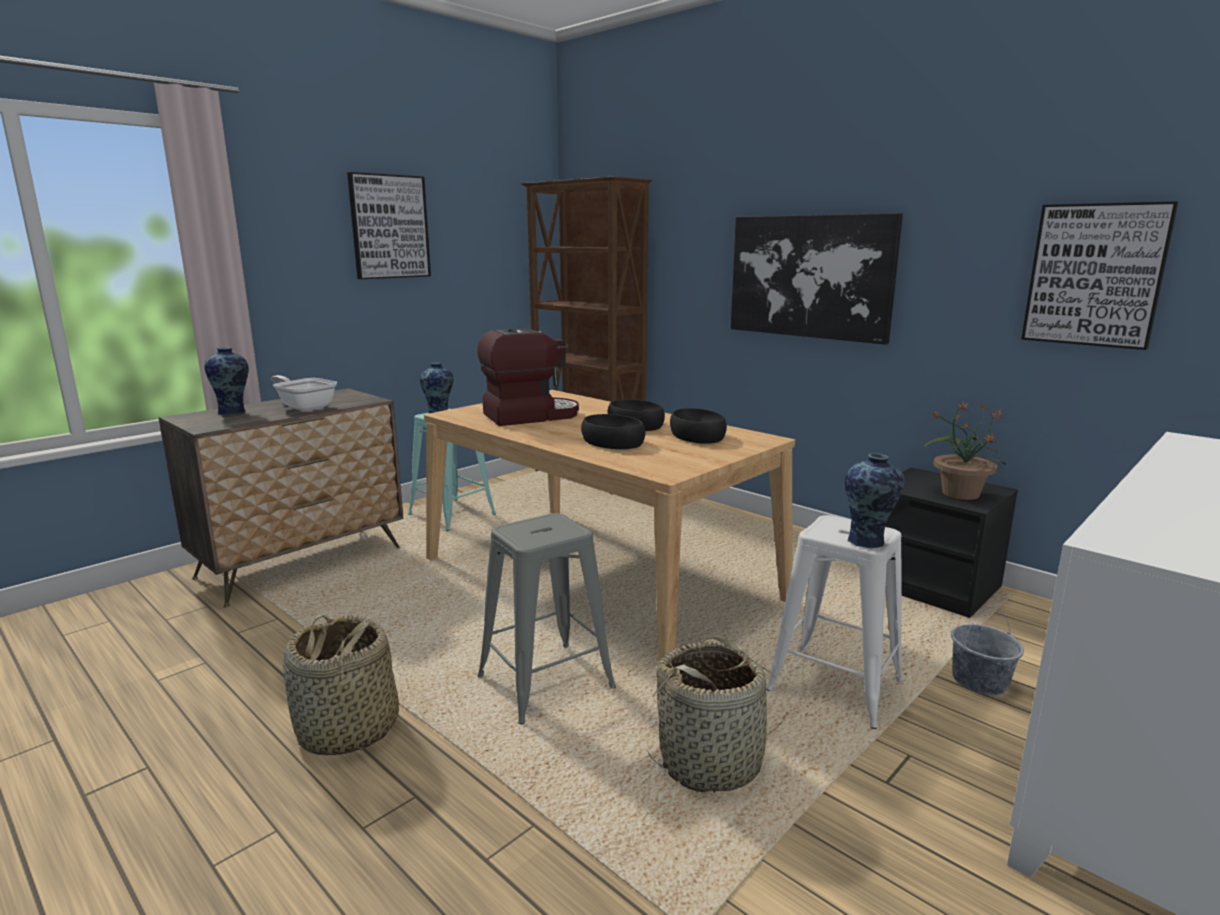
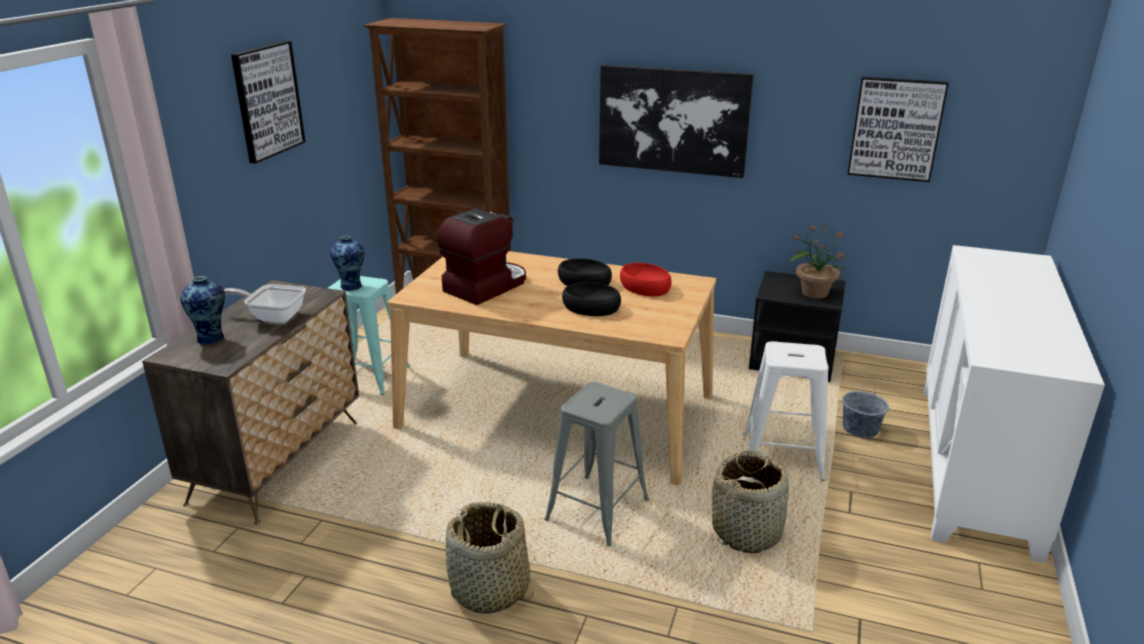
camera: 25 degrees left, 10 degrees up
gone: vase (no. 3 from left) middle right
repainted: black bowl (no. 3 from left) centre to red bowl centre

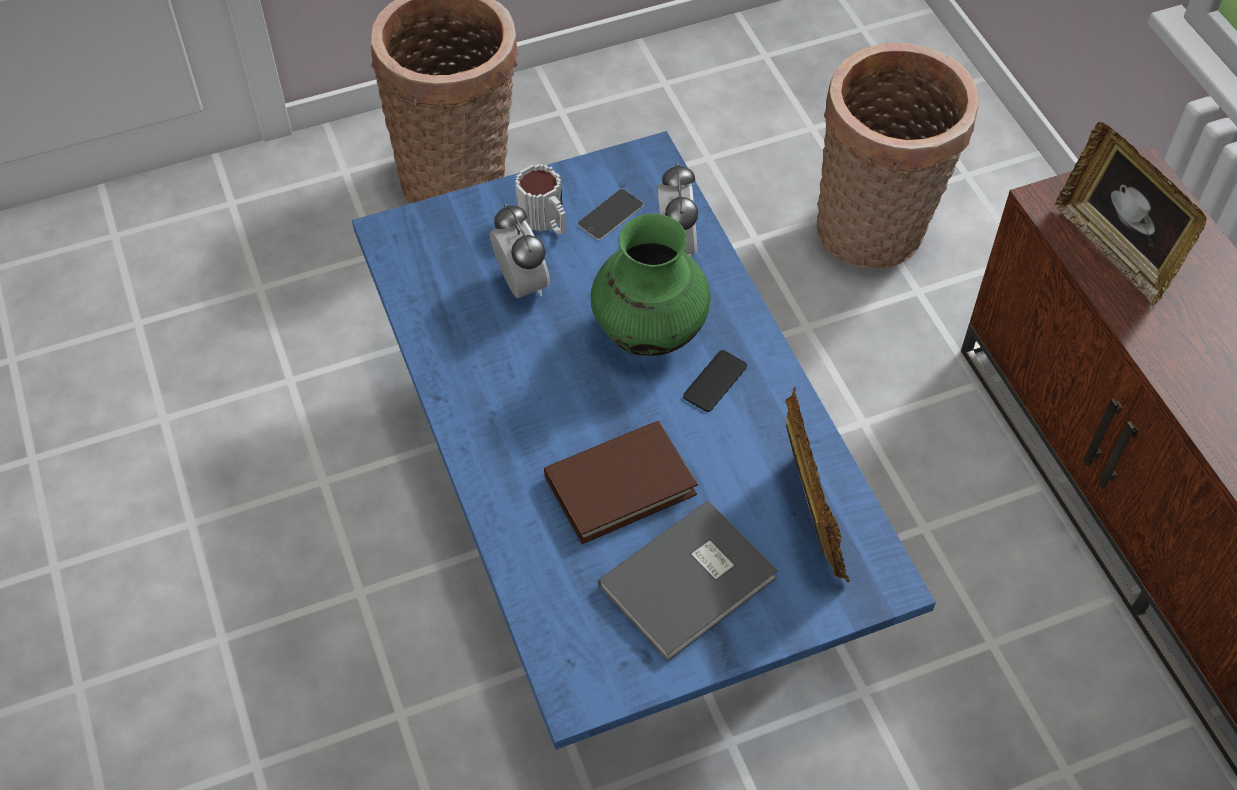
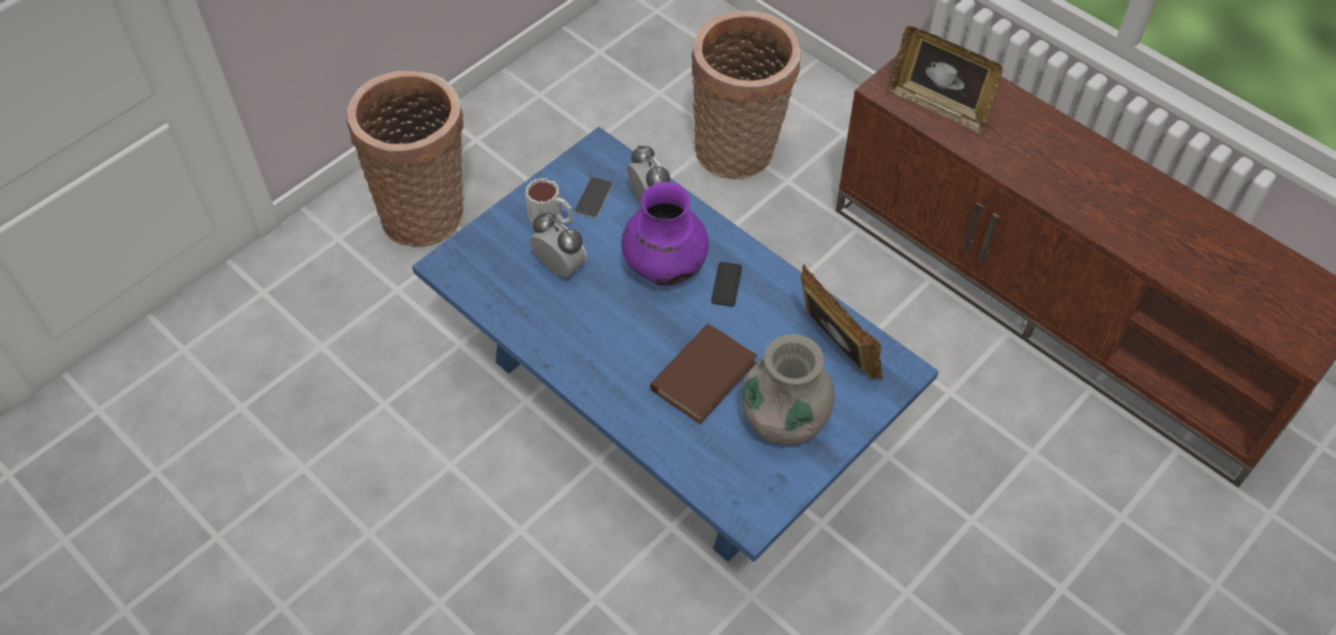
camera: 25 degrees left, 0 degrees up
swapped: grey book bottom centre to grey vase centre
repainted: green vase centre to purple vase centre

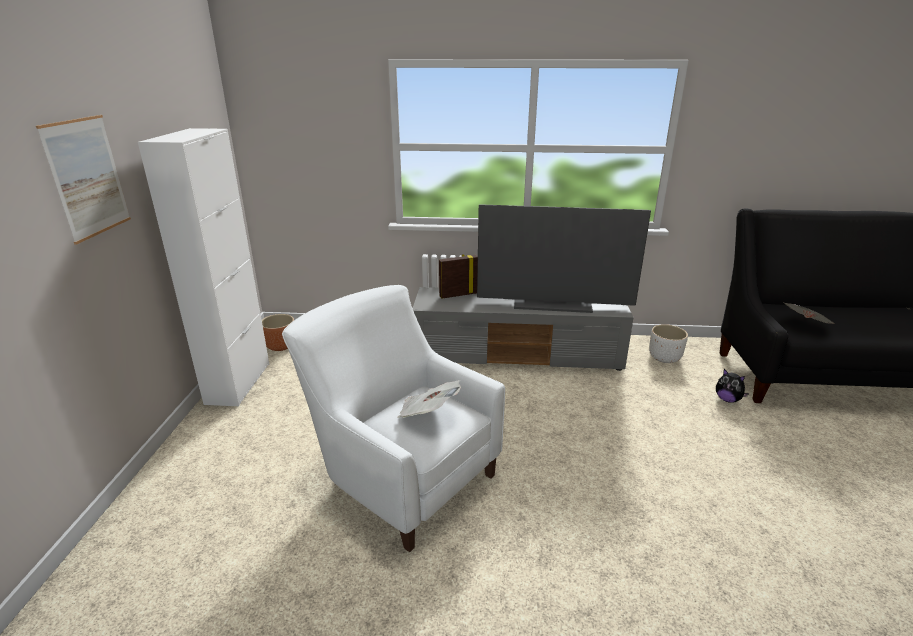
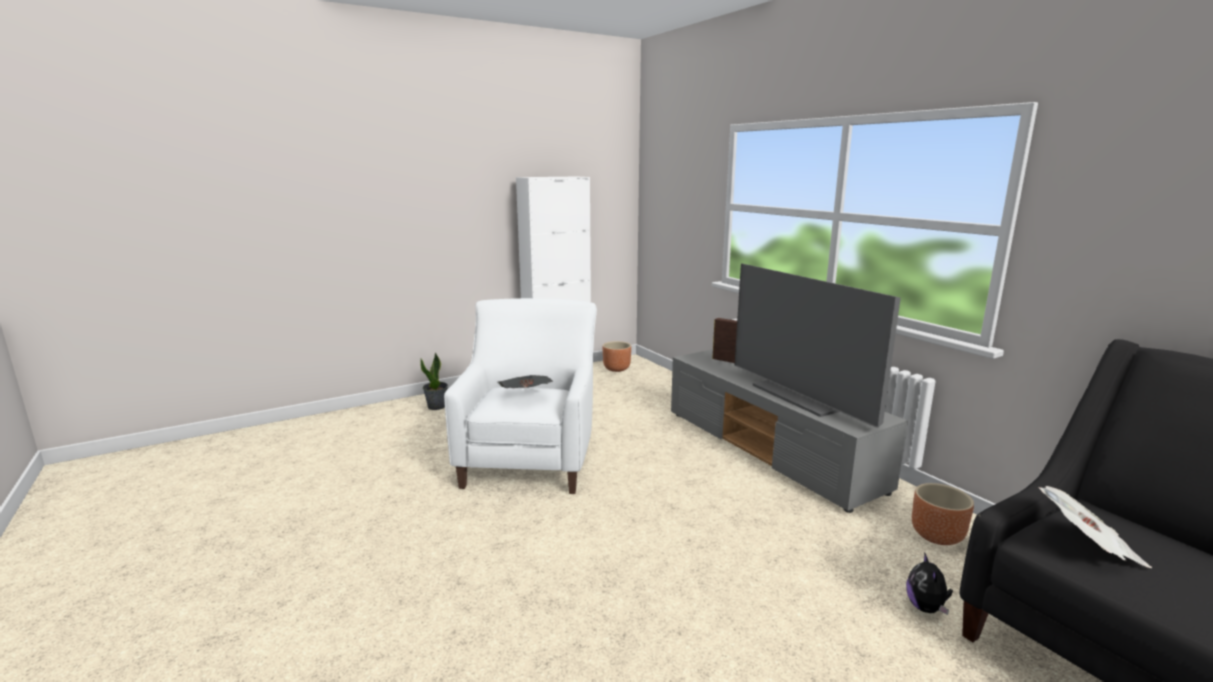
camera: 55 degrees right, 10 degrees down
gone: picture top left
new: potted plant centre
repainted: white planter middle right to brown planter (no. 2 from left) bottom right

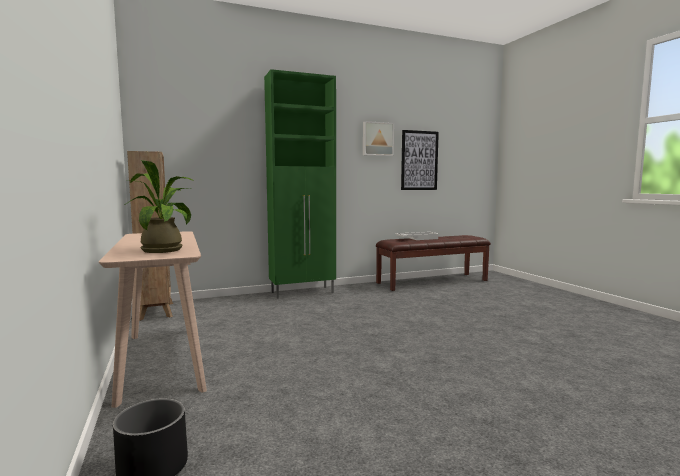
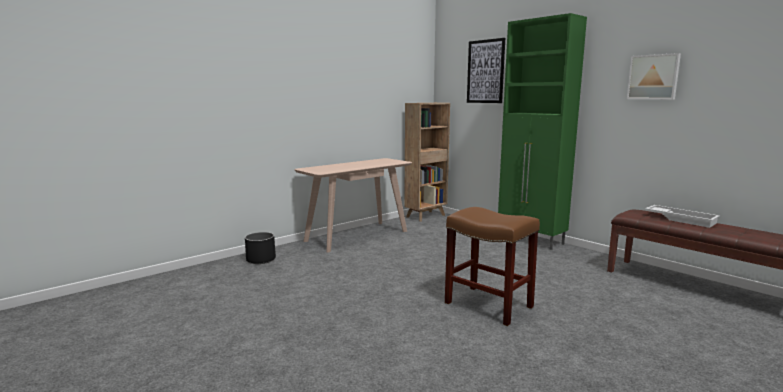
camera: 70 degrees right, 5 degrees up
gone: potted plant middle left
new: brown stool bottom centre
shifted: picture (no. 2 from left in the first image) centre to picture (no. 1 from left) top centre

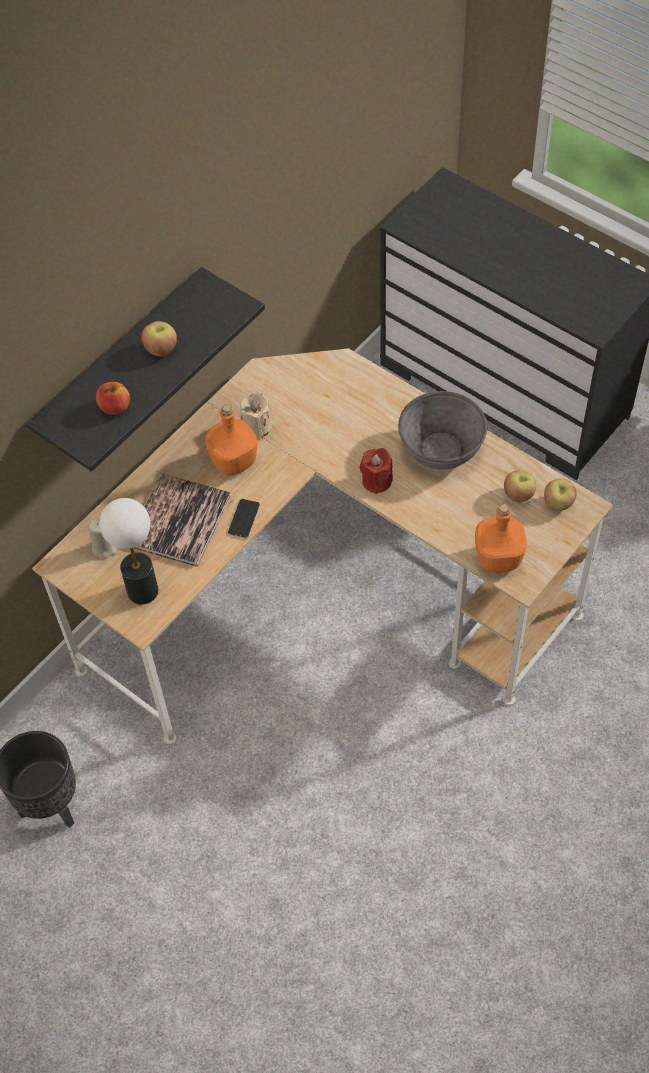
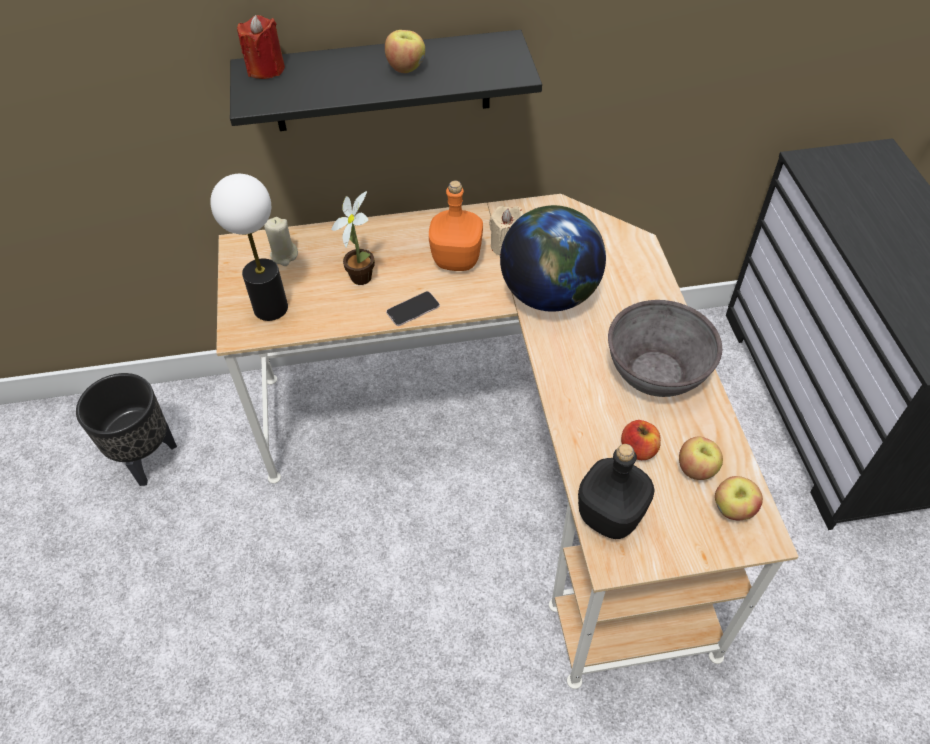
camera: 40 degrees right, 5 degrees down
new: globe centre
shifted: apple (no. 1 from left in the first image) middle left to apple (no. 2 from left) middle right; red candle centre to top left
swapped: book middle left to potted plant top centre
repainted: orange bottle (no. 2 from left) middle right to black bottle centre

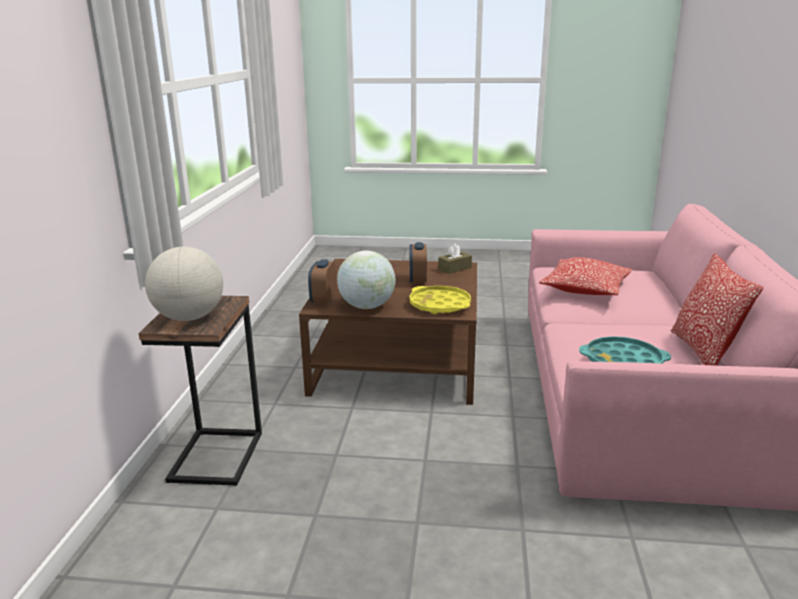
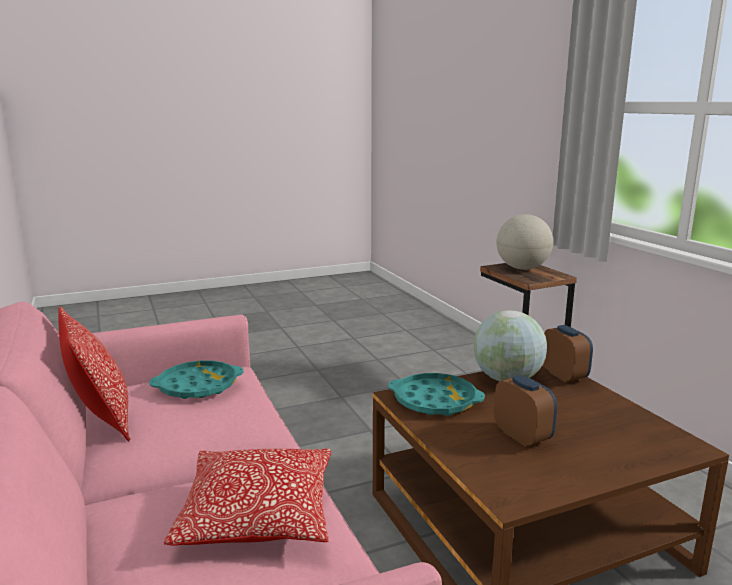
camera: 150 degrees right, 5 degrees down
gone: brown tissue box centre
repainted: yellow tray centre to turquoise tray (no. 2 from left) bottom centre

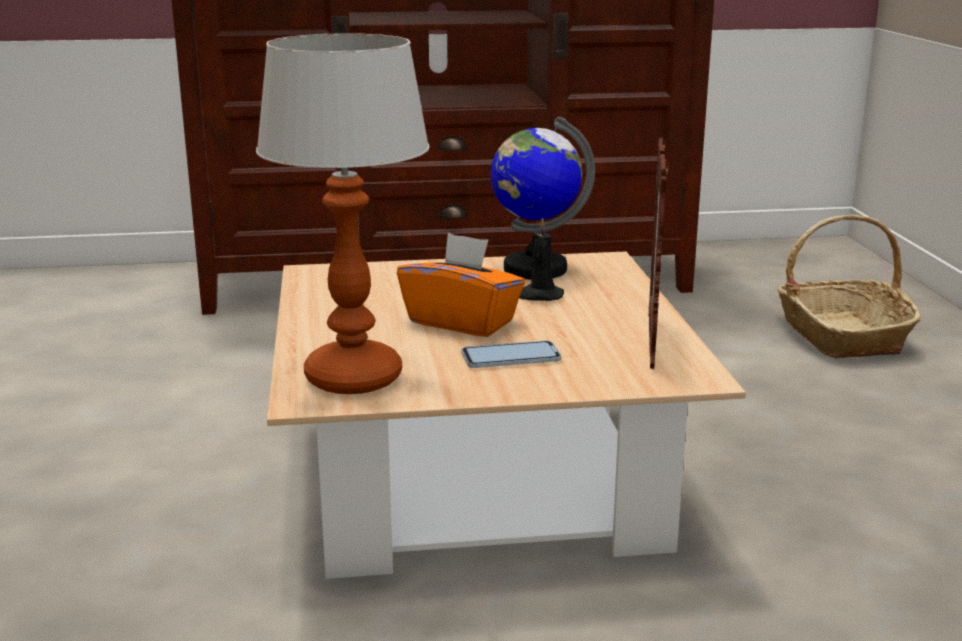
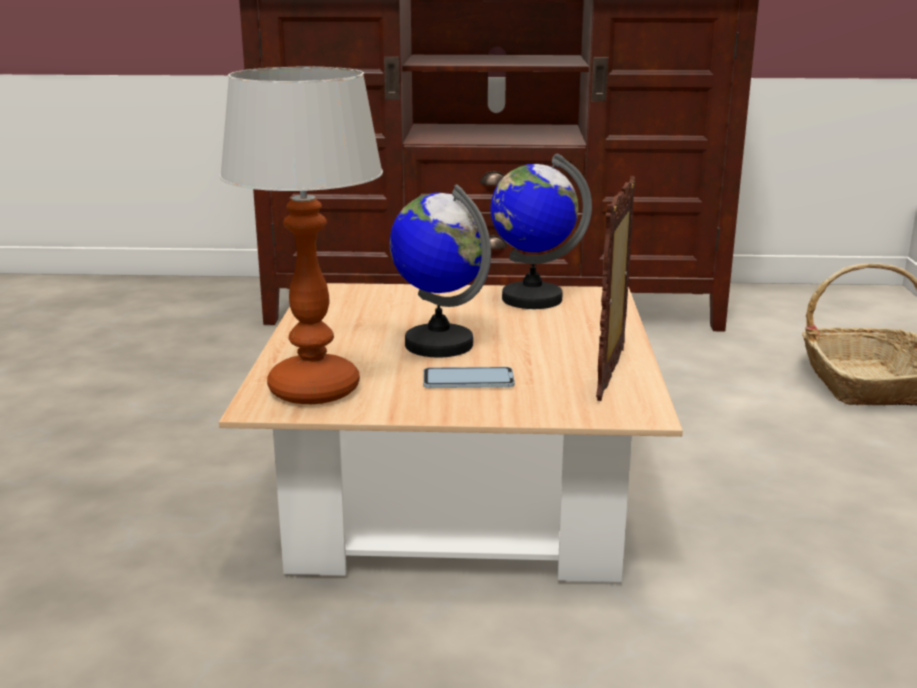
camera: 10 degrees right, 0 degrees up
gone: black candle centre
swapped: orange tissue box centre to globe (no. 1 from left) centre

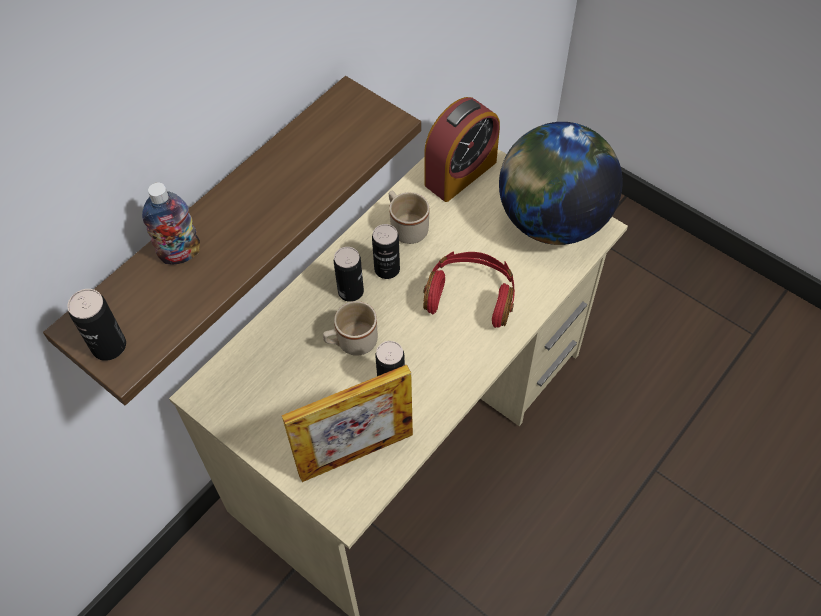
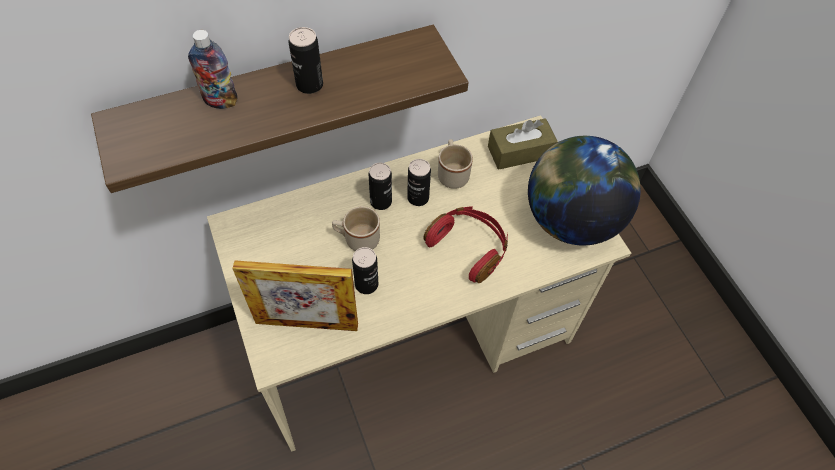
camera: 25 degrees right, 0 degrees up
shifted: can (no. 1 from left) middle left to top centre
swapped: alarm clock top centre to brown tissue box top centre

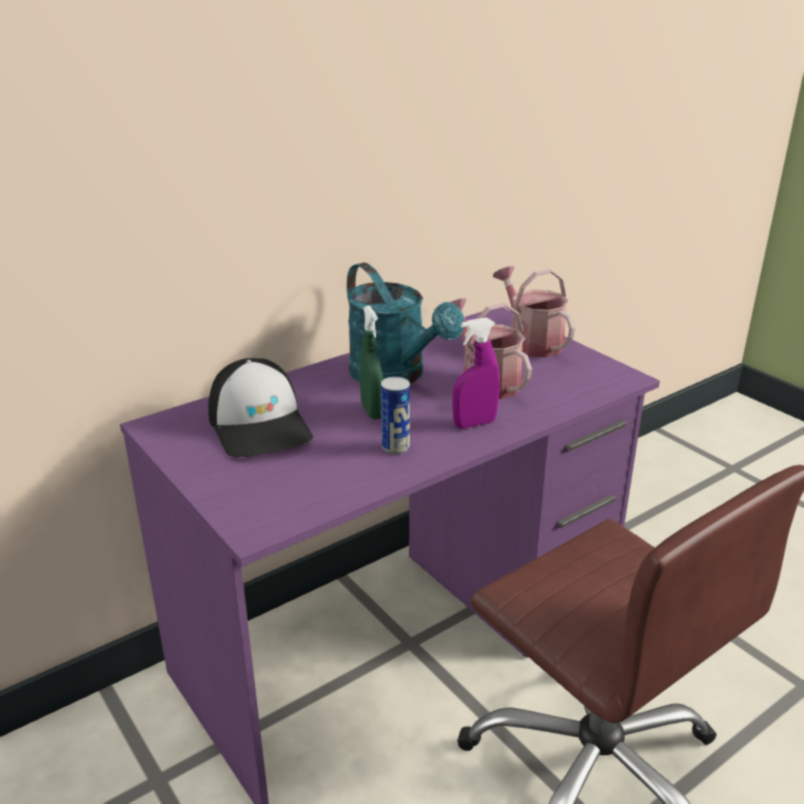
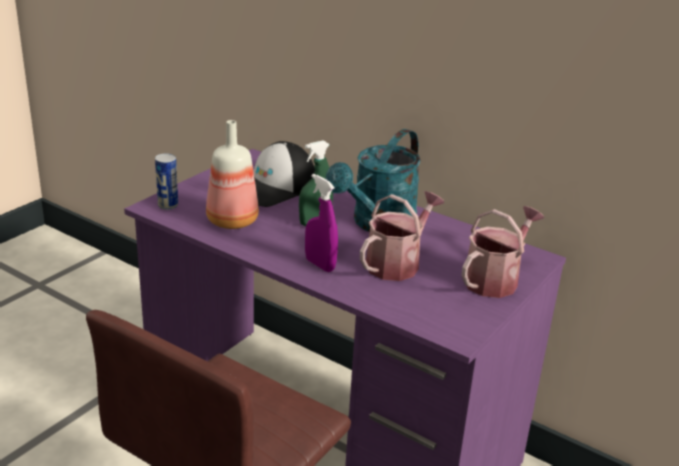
camera: 70 degrees right, 0 degrees up
new: bottle centre
shifted: can centre to middle left

